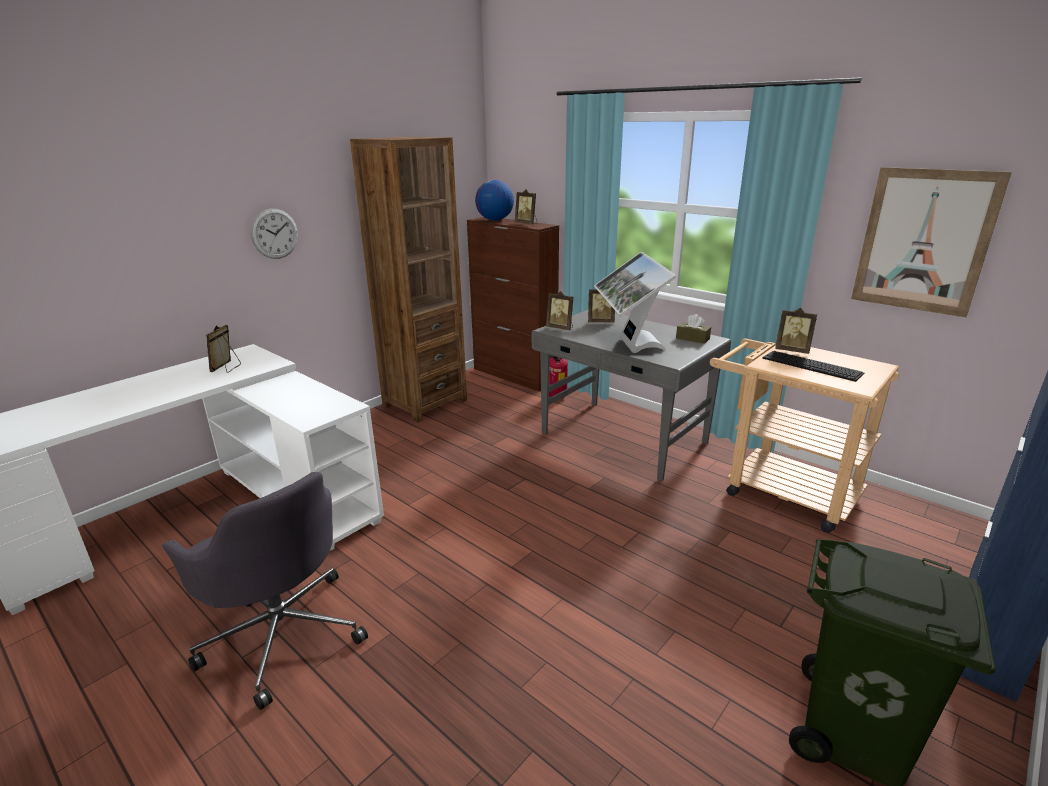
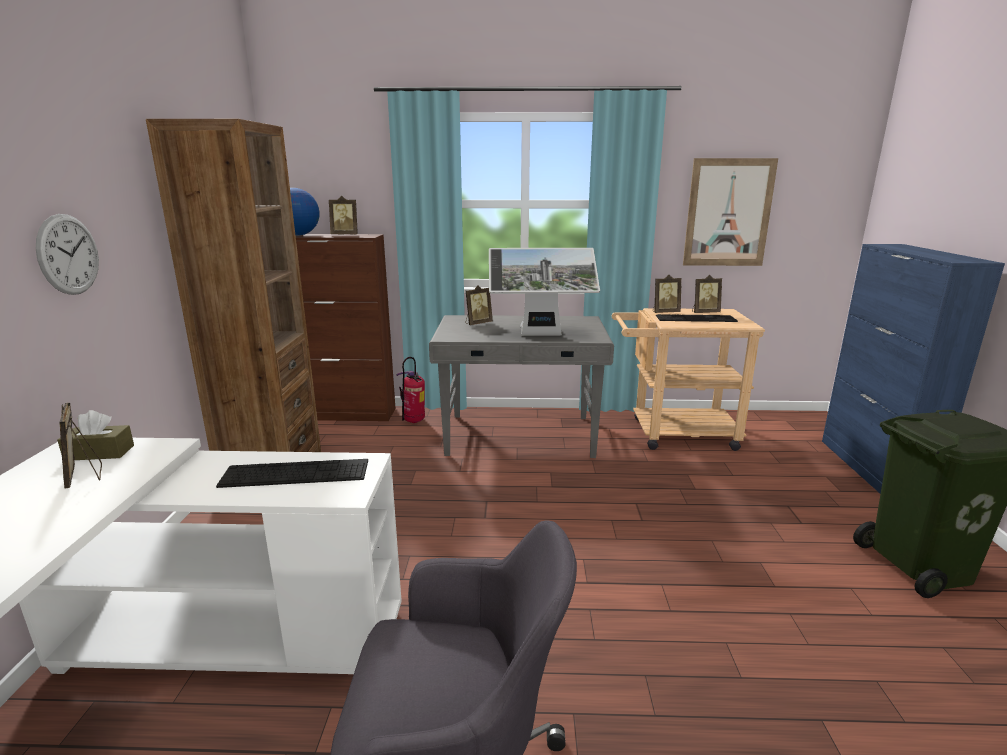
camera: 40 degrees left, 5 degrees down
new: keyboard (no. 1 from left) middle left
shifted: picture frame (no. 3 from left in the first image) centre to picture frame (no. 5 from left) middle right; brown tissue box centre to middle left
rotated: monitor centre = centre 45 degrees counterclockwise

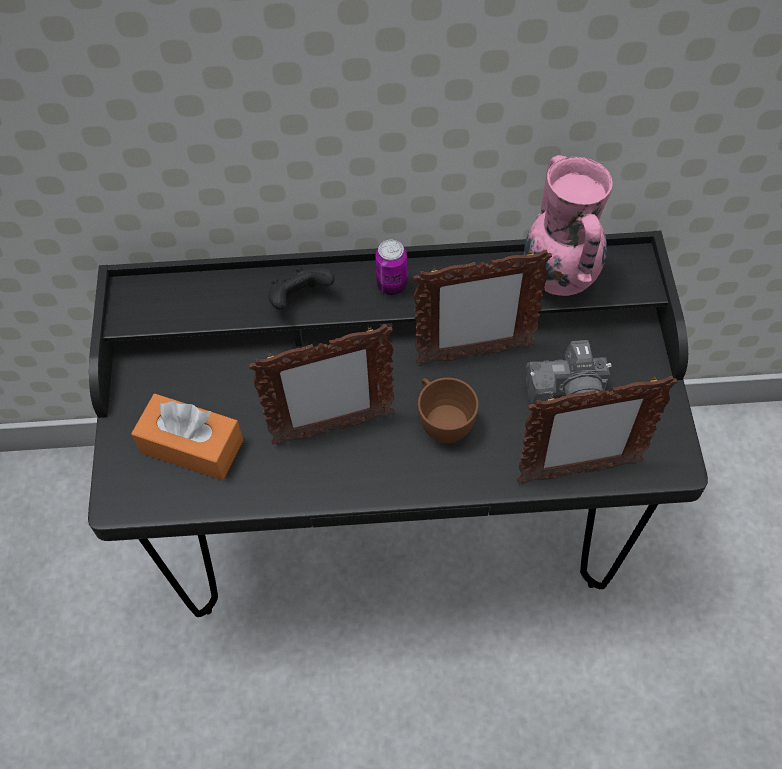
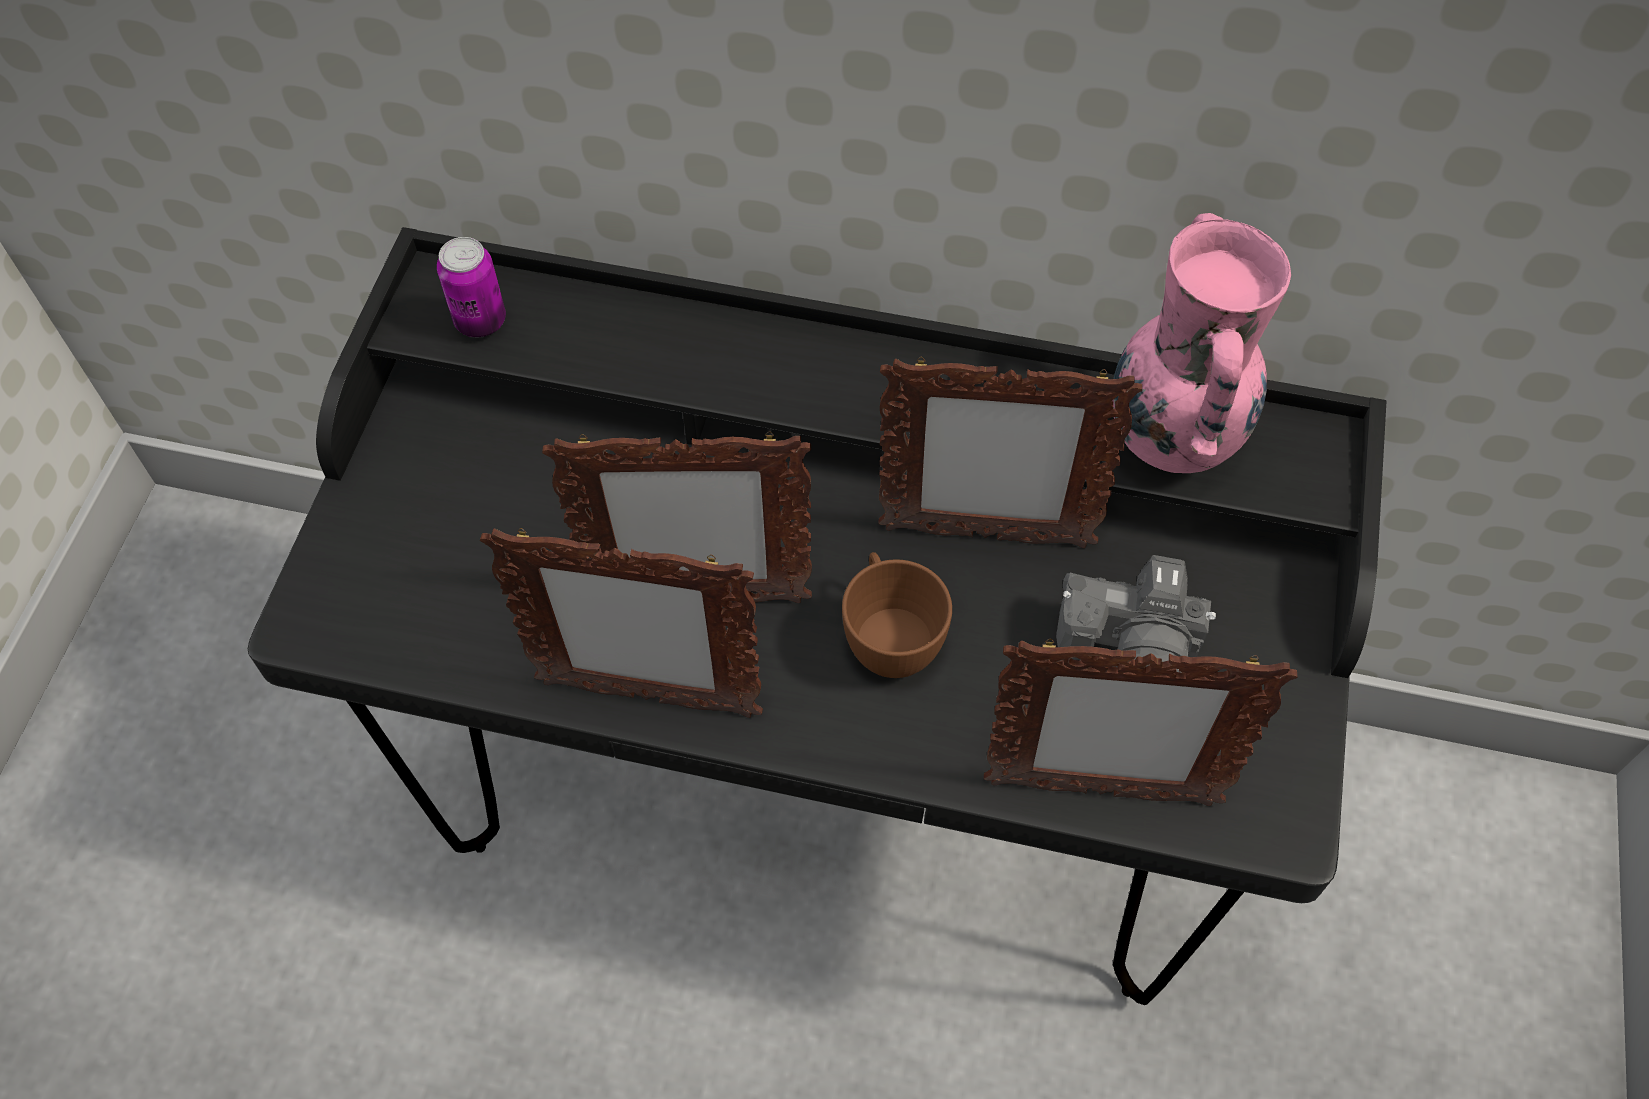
camera: 15 degrees right, 0 degrees up
gone: orange tissue box middle left; black game controller centre
new: picture frame (no. 1 from left) centre
shifted: can centre to top left

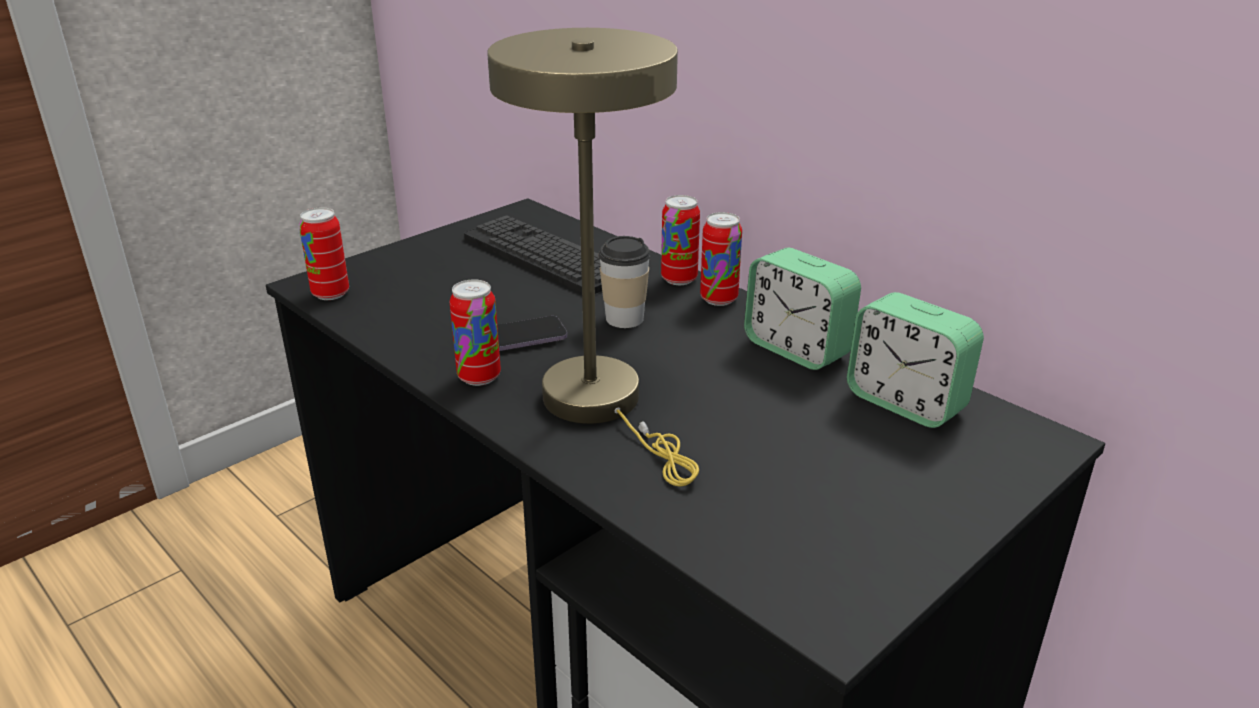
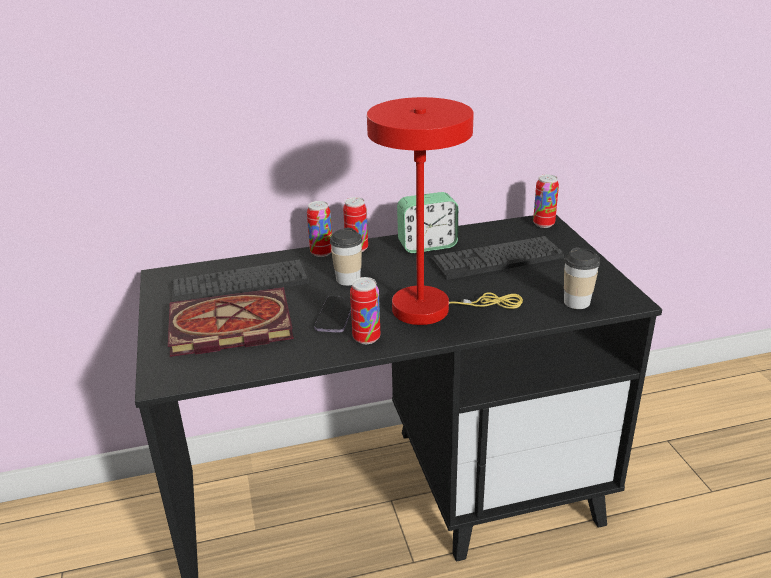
camera: 60 degrees left, 0 degrees up
gone: alarm clock (no. 2 from left) middle right
new: book middle left; keyboard (no. 2 from left) centre; cup (no. 2 from left) middle right
shifted: can (no. 1 from left in the first image) middle left to can (no. 4 from left) middle right
repainted: beige table lamp centre to red table lamp centre

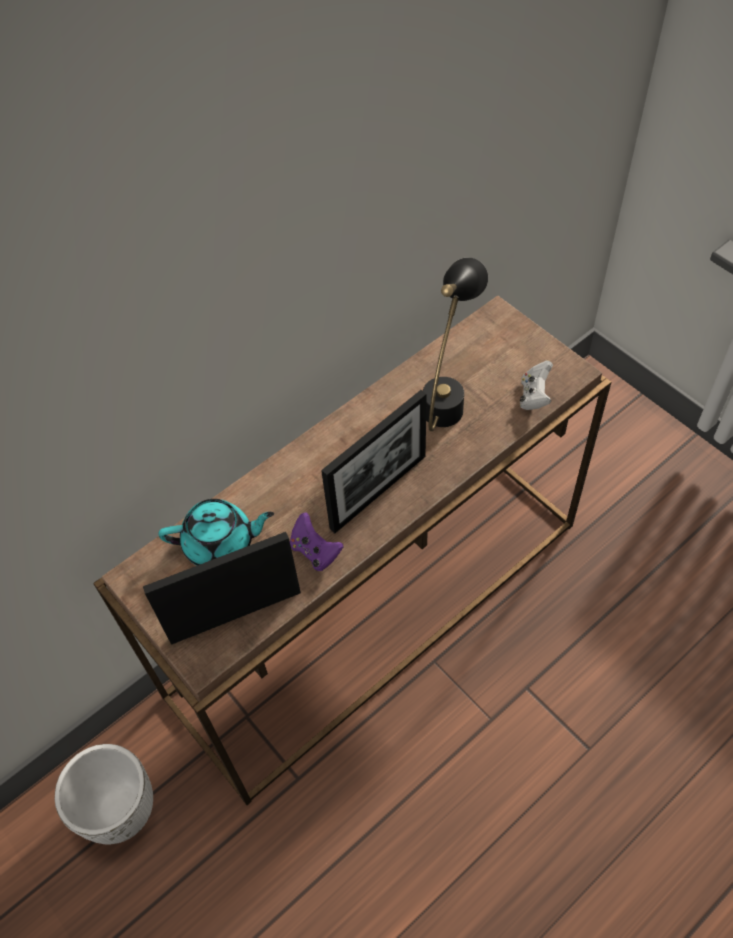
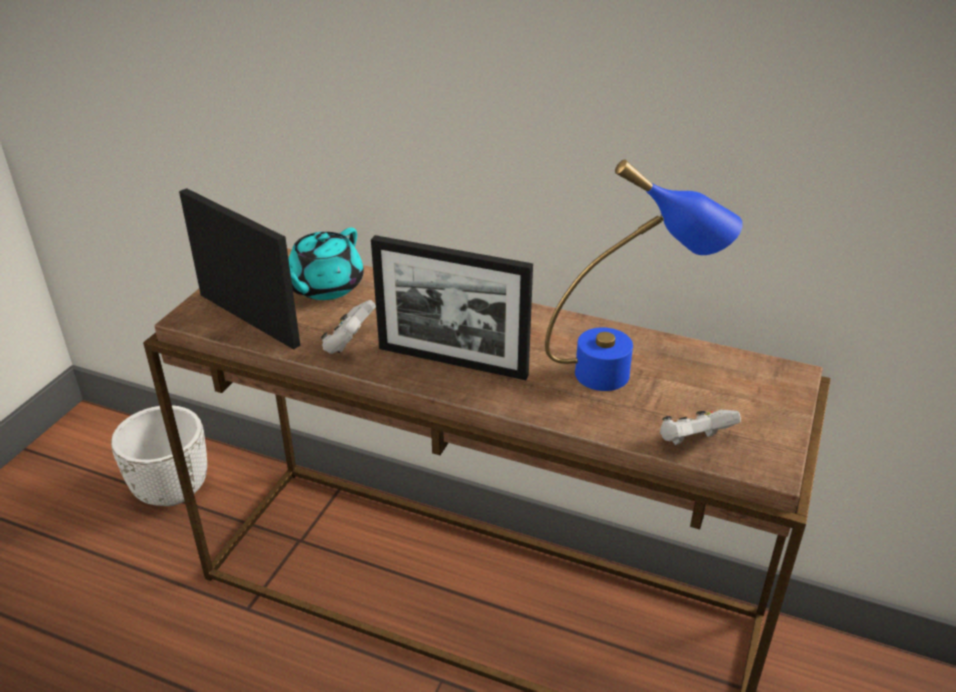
camera: 60 degrees right, 20 degrees down
repainted: purple game controller centre to white game controller (no. 1 from left) centre; black table lamp centre to blue table lamp middle right
rotated: turquoise teapot middle left = centre 60 degrees clockwise

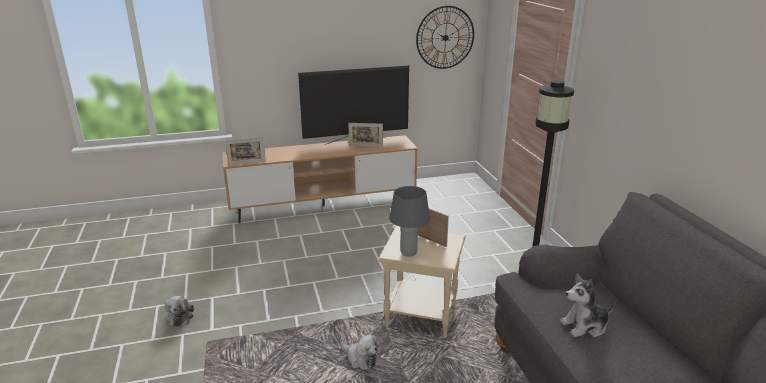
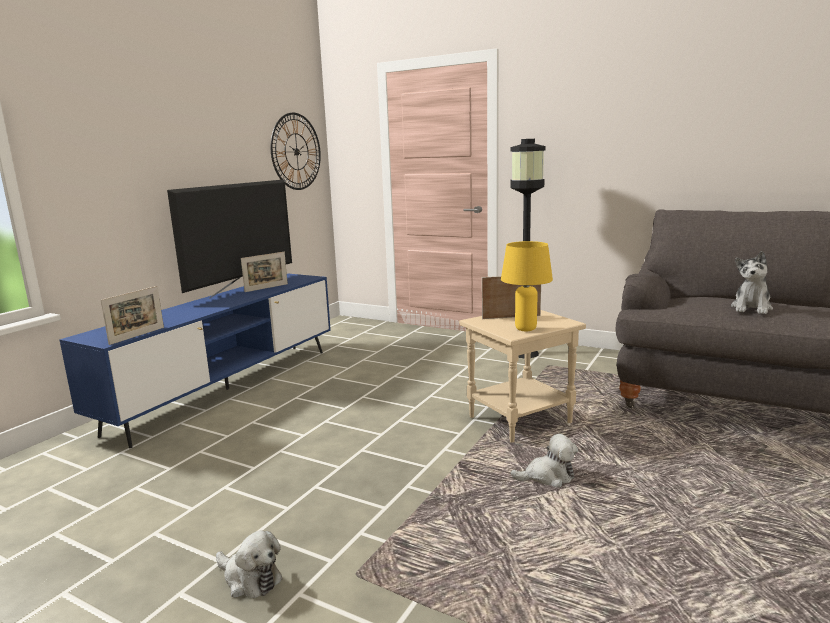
camera: 45 degrees left, 10 degrees down
repainted: brown tv stand centre to blue tv stand middle left; grey table lamp centre to yellow table lamp centre

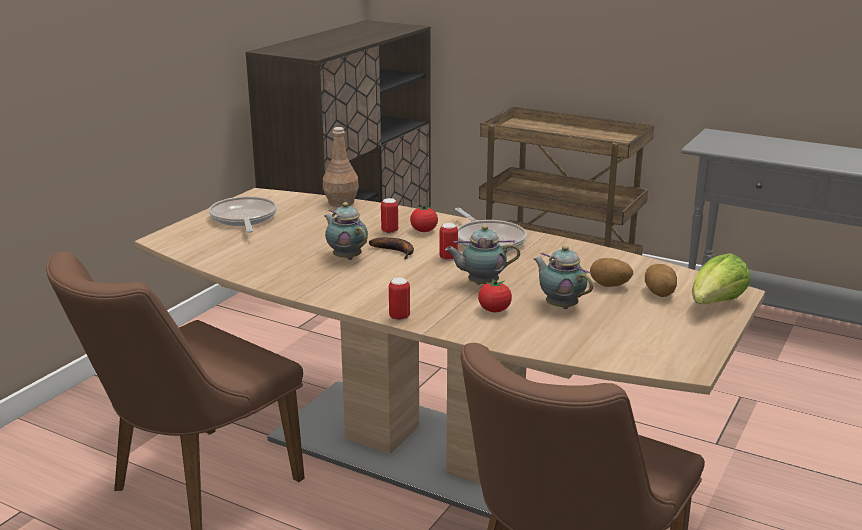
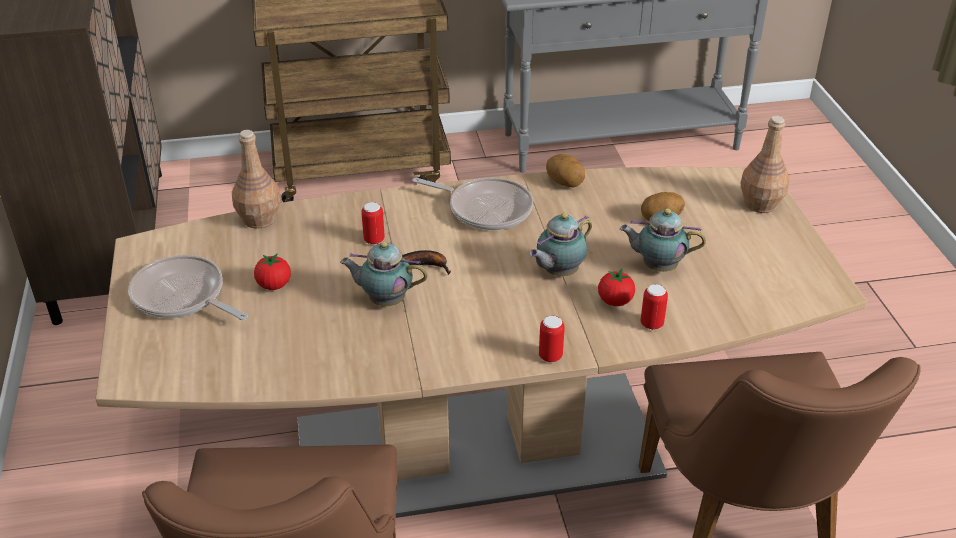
camera: 40 degrees left, 15 degrees up
shifted: tomato (no. 1 from left) centre to middle left; can (no. 3 from left) centre to middle right; potato (no. 2 from left in the first image) middle right to potato (no. 1 from left) top centre
swapped: lettuce middle right to brown bottle (no. 2 from left) top right

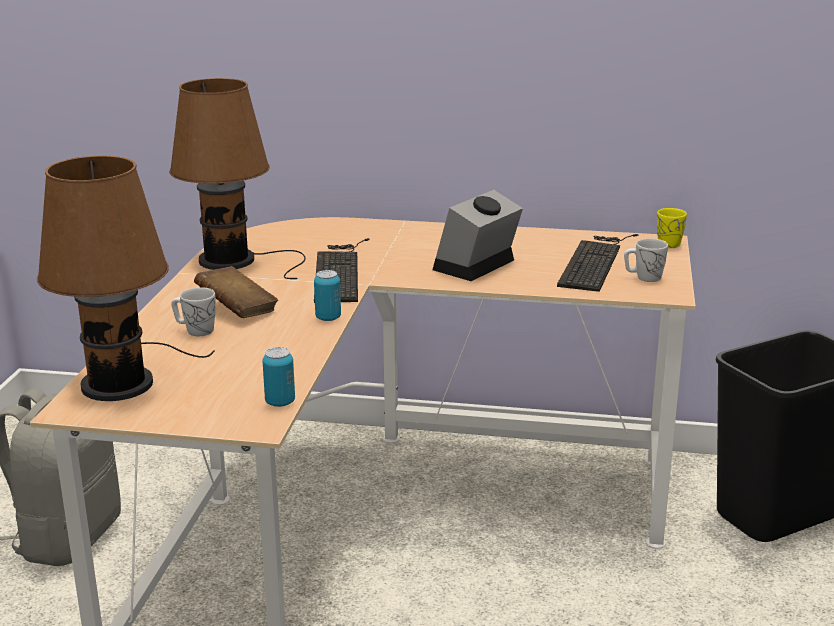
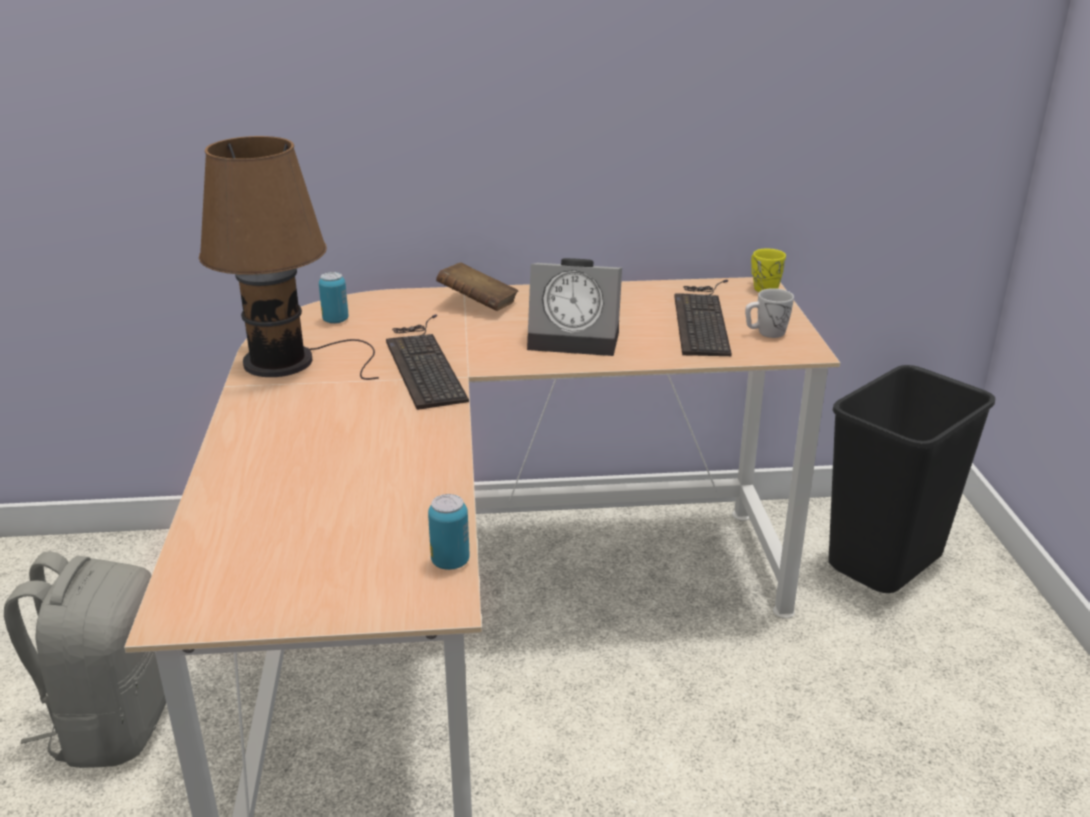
camera: 15 degrees left, 5 degrees up
gone: brown table lamp (no. 1 from left) middle left; white mug (no. 1 from left) middle left
shifted: brown book middle left to centre; can (no. 2 from left in the first image) centre to can (no. 1 from left) middle left
rotated: alarm clock centre = centre 105 degrees counterclockwise

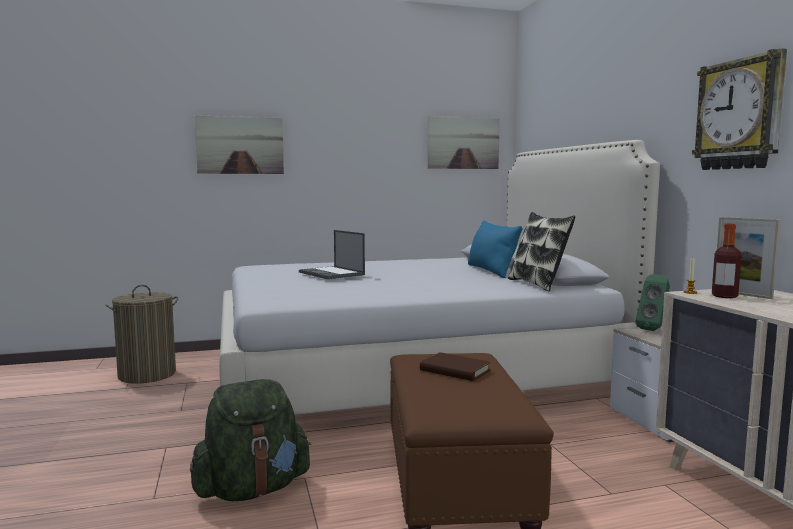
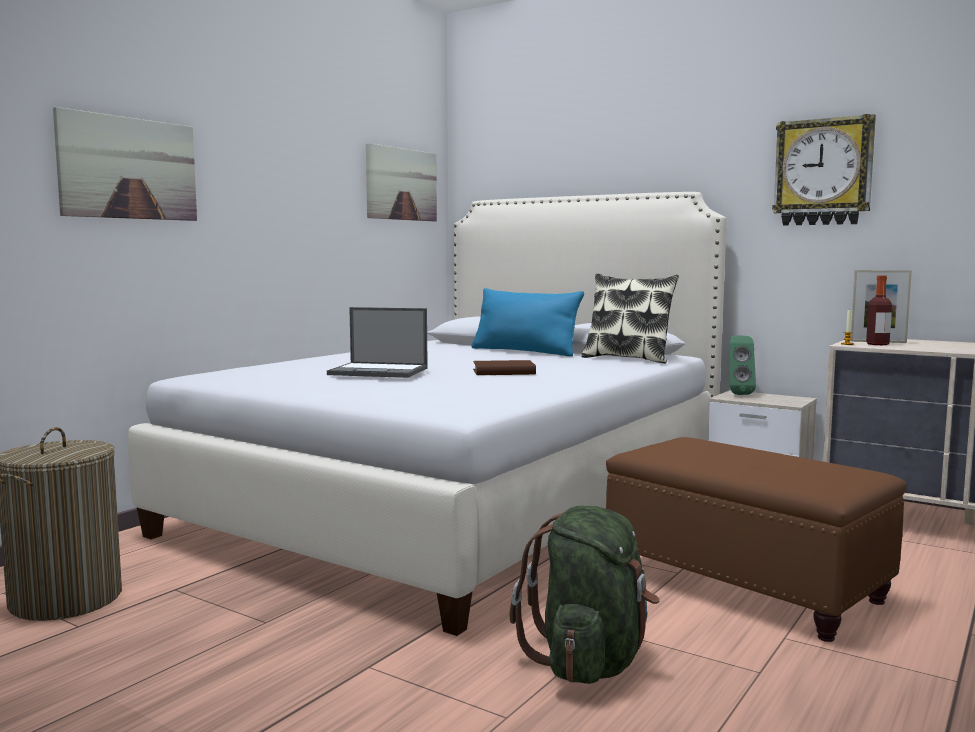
camera: 40 degrees left, 0 degrees up
shifted: brown book bottom centre to centre

